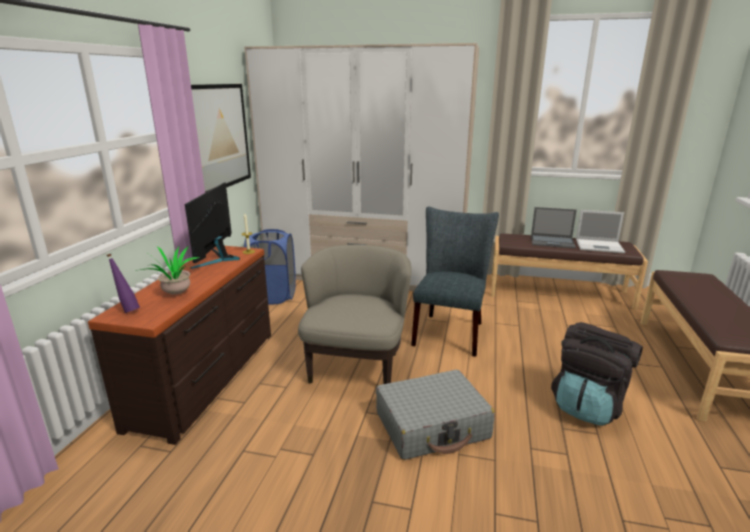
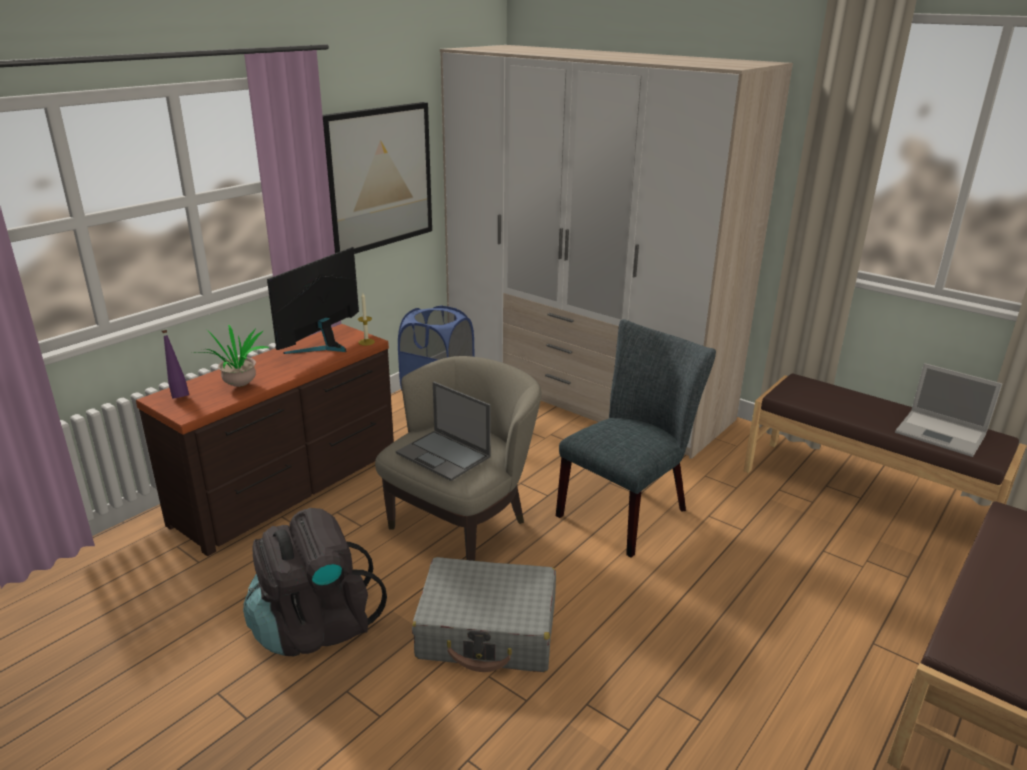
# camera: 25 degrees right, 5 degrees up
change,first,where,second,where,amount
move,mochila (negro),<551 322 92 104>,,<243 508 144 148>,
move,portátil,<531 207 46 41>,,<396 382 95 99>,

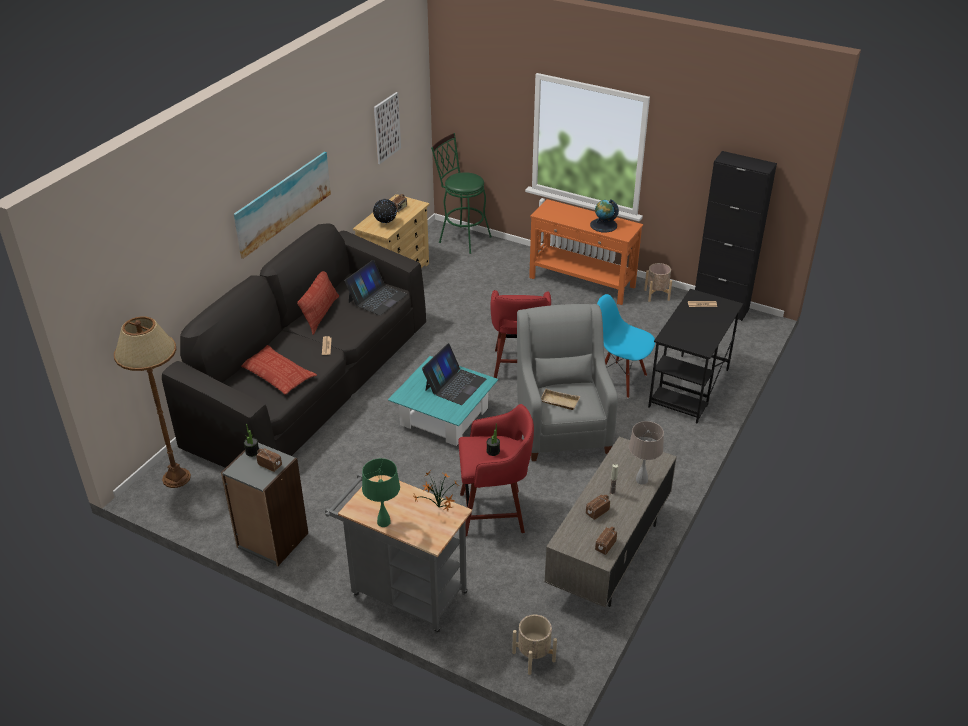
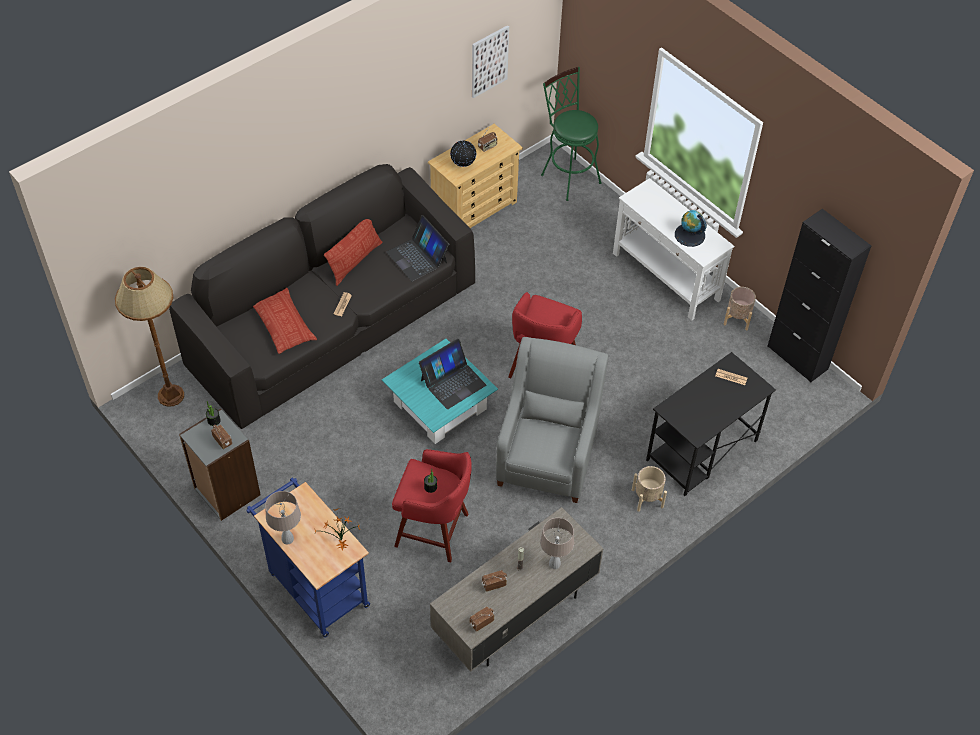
# camera: 20 degrees right, 15 degrees up
change,first,where,second,where,amount
recolor,carrito (gris),<325 474 147 160>,carrito (azul),<246 478 124 160>,
recolor,lámpara de mesa (verde),<362 458 38 69>,lámpara de mesa (beis),<265 491 36 53>,
rotate,portátil,<344 260 63 55>,,<386 215 63 66>,90 degrees clockwise
recolor,mesa consola (naranja),<529 199 114 106>,mesa consola (blanco),<613 178 121 142>,
move,maceta (beis),<512 615 45 60>,,<632 466 35 46>,
delete,cuadro,<234 152 97 107>,,,
delete,bandeja (beis),<541 389 39 21>,,,
delete,silla (azul),<597 294 58 104>,,,

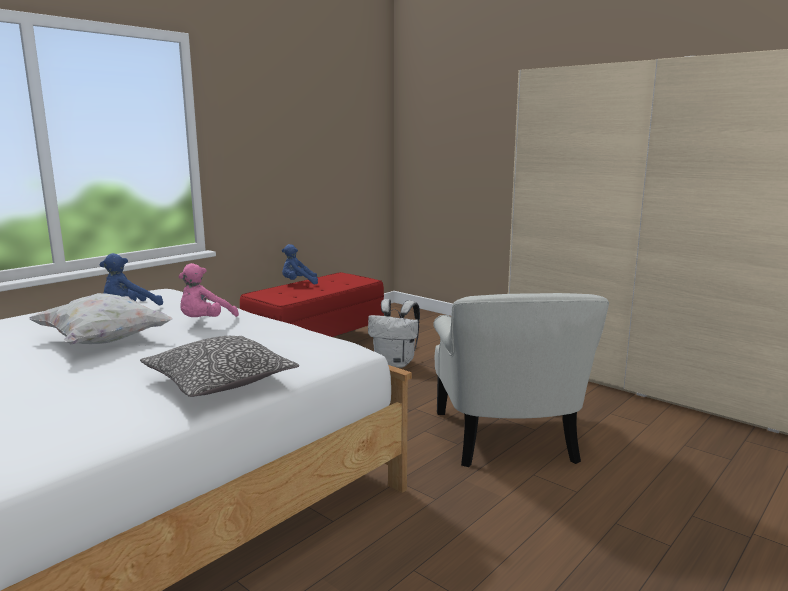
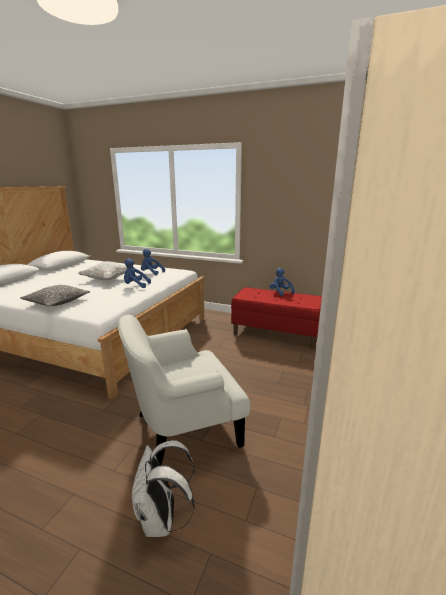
# camera: 70 degrees right, 5 degrees up
change,first,where,second,where,amount
recolor,peluche (rosa),<178 263 61 54>,peluche (azul),<124 258 27 30>,
move,mochila (blanco),<368 299 52 69>,,<132 440 63 97>,

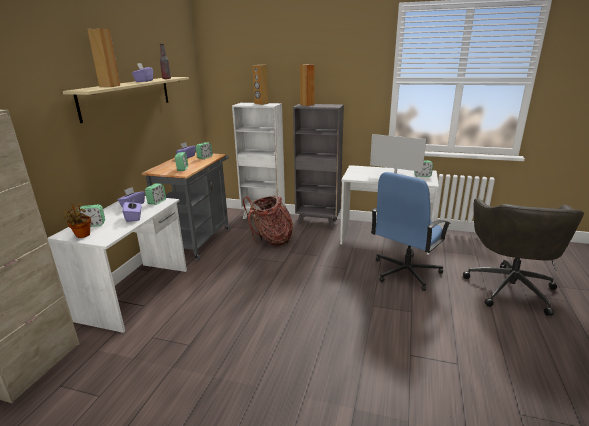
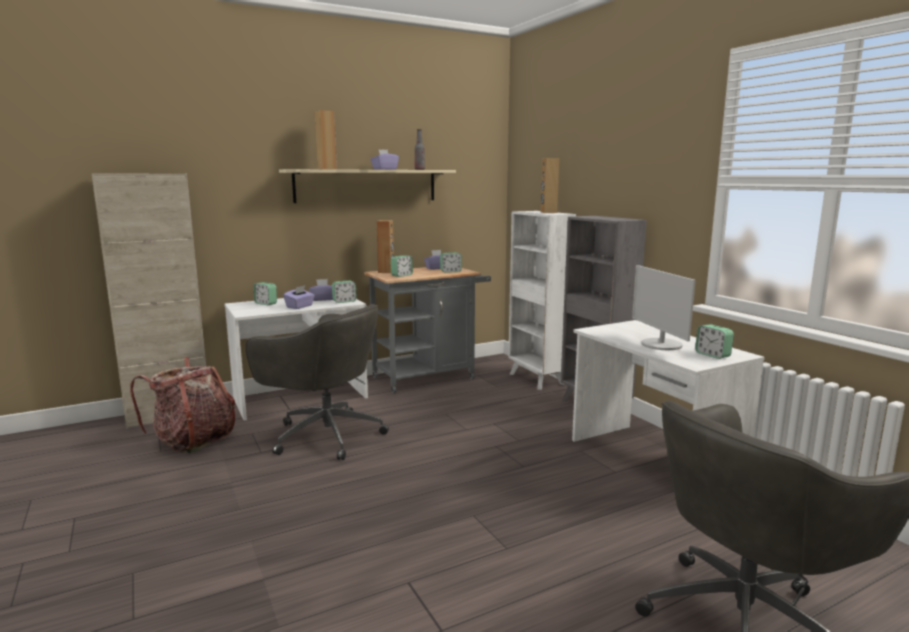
# camera: 45 degrees right, 10 degrees down
change,first,where,second,where,amount
move,mochila,<243 195 50 51>,,<130 357 105 96>,
insert,,,silla de oficina (gris),<245 304 144 156>,
move,altavoz (marrón),<300 64 14 42>,,<377 220 17 53>,
delete,planta en maceta,<63 203 28 35>,,,
delete,silla de oficina (azul),<371 172 80 119>,,,

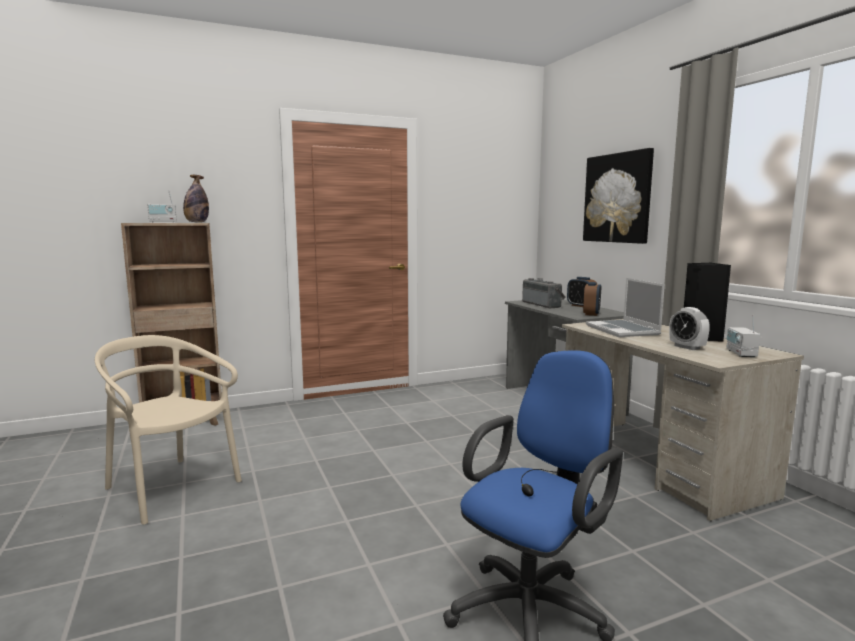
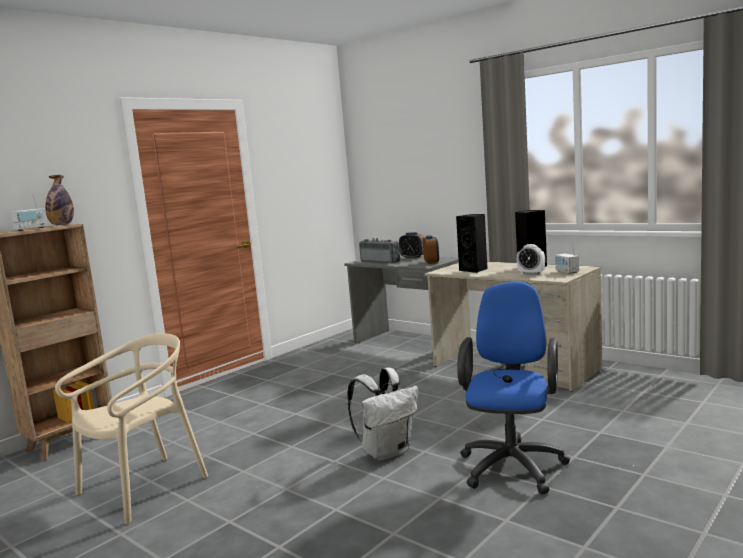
# camera: 25 degrees left, 0 degrees up
change,first,where,second,where,amount
rotate,silla (beis),<95 335 147 190>,,<55 333 153 191>,120 degrees clockwise
insert,,,mochila (blanco),<347 367 71 94>,
replace,portátil,<586 278 79 59>,altavoz (negro),<456 214 32 59>,
delete,cuadro,<583 148 71 96>,,,

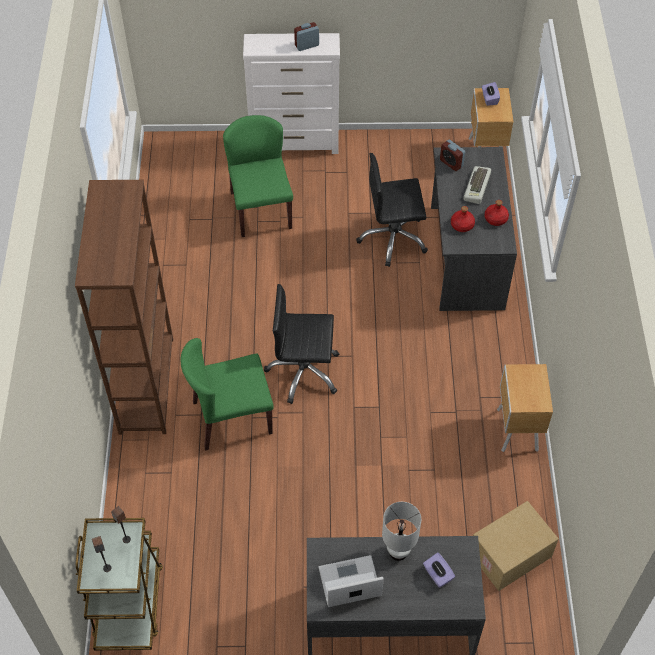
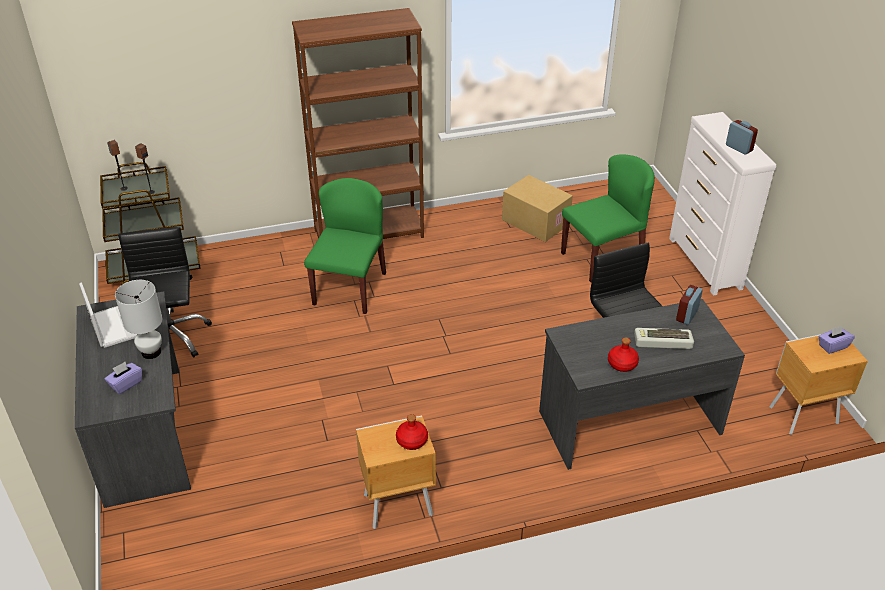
# camera: 75 degrees right, 15 degrees down
change,first,where,second,where,amount
move,silla de oficina (negro),<264 284 75 120>,,<118 227 94 130>,
rotate,silla (verde),<181 338 93 113>,,<304 178 82 136>,45 degrees clockwise
move,botella (rojo),<451 206 24 26>,,<396 414 32 36>,
move,caja de cartón,<473 501 86 90>,,<502 175 71 67>,

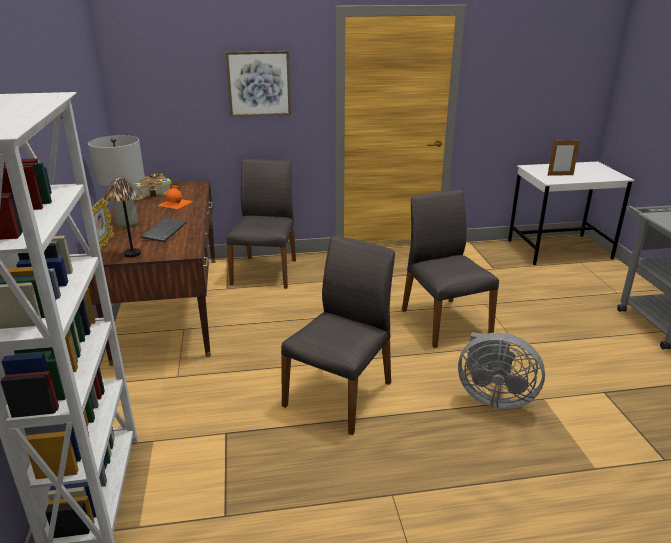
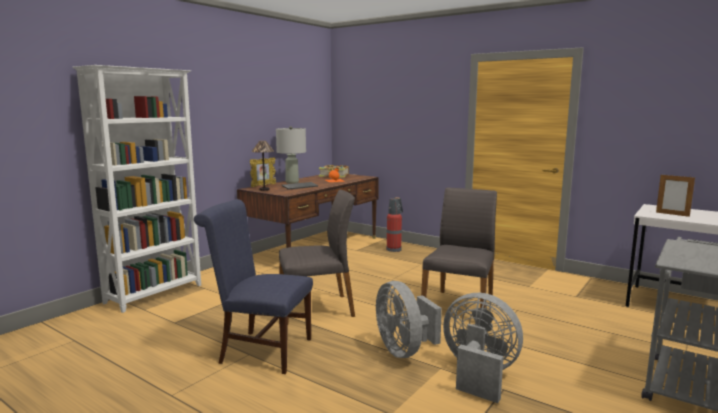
# camera: 45 degrees right, 15 degrees down
change,first,where,second,where,amount
insert,,,silla (azul),<194 199 119 175>,
replace,silla (gris),<226 159 70 129>,extintor,<386 197 17 55>,
insert,,,ventilador (gris),<443 293 80 110>,
delete,cuadro,<225 51 66 66>,,,

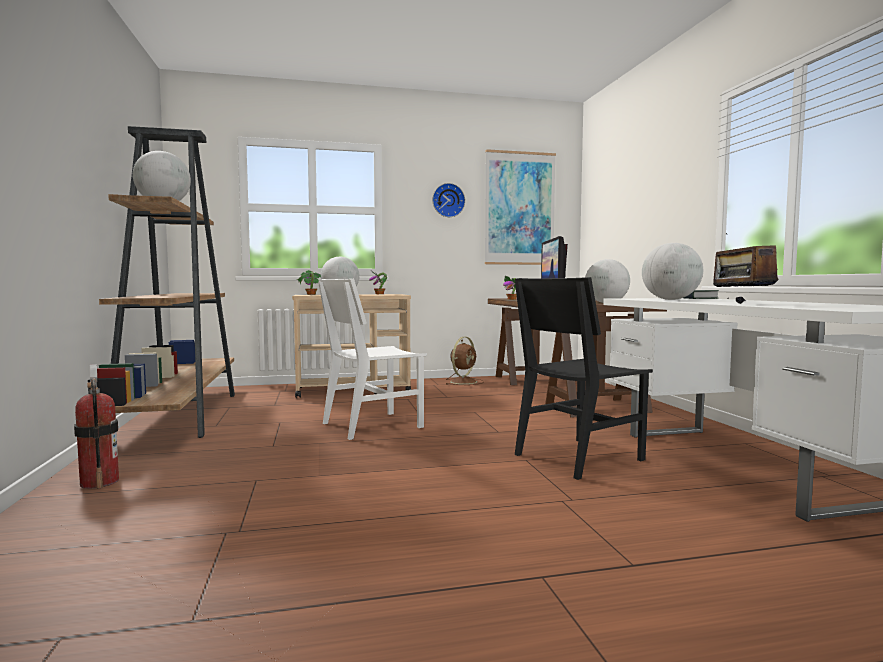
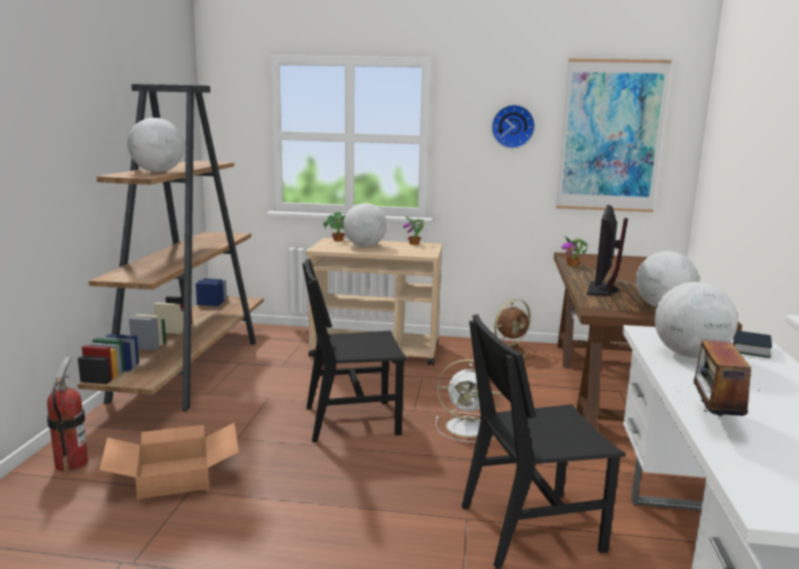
# camera: 20 degrees right, 10 degrees up
change,first,where,second,where,amount
insert,,,caja de cartón,<100 423 139 76>,
recolor,silla (blanco),<318 279 109 161>,silla (negro),<302 259 105 183>,
insert,,,ventilador (blanco),<436 359 65 83>,

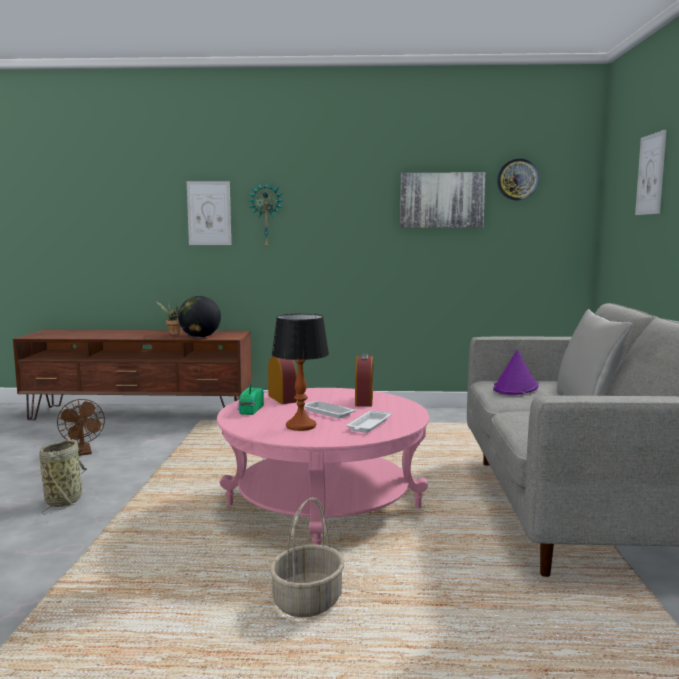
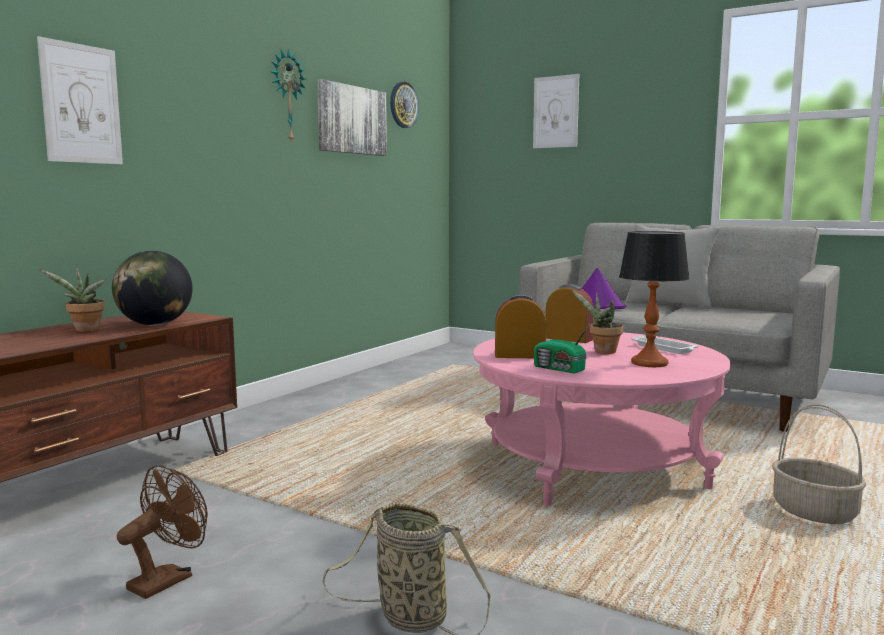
# camera: 60 degrees left, 0 degrees up
change,first,where,second,where,amount
rotate,ventilador (marrón),<57 399 48 57>,,<117 465 91 134>,60 degrees counterclockwise
move,reloj de pared,<248 182 36 67>,,<271 49 35 94>,
replace,bandeja (blanco),<304 401 52 18>,planta en maceta,<572 290 51 64>,

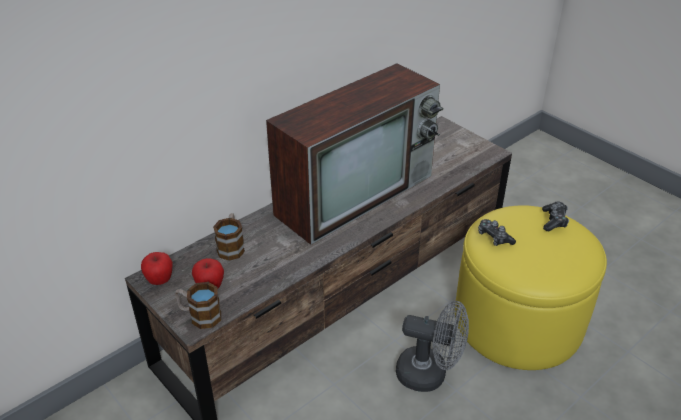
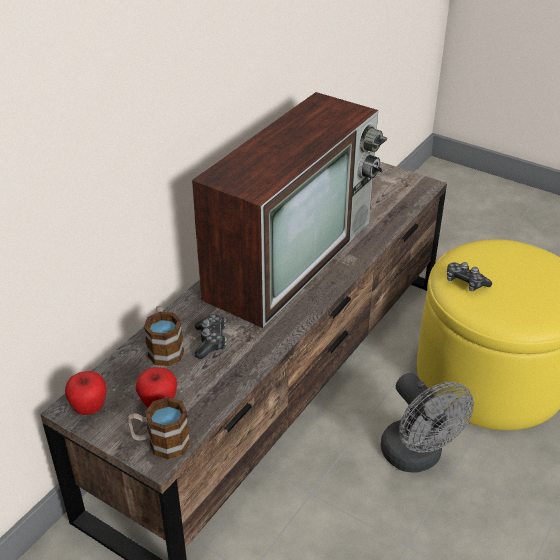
# camera: 15 degrees left, 0 degrees up
change,first,where,second,where,amount
move,mando de consola,<542 202 27 29>,,<195 314 32 45>,
rotate,ventilador (gris),<396 301 73 91>,,<380 373 94 99>,60 degrees clockwise

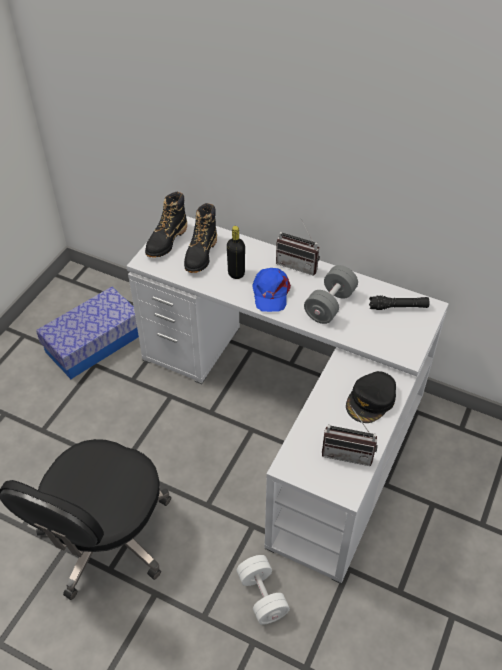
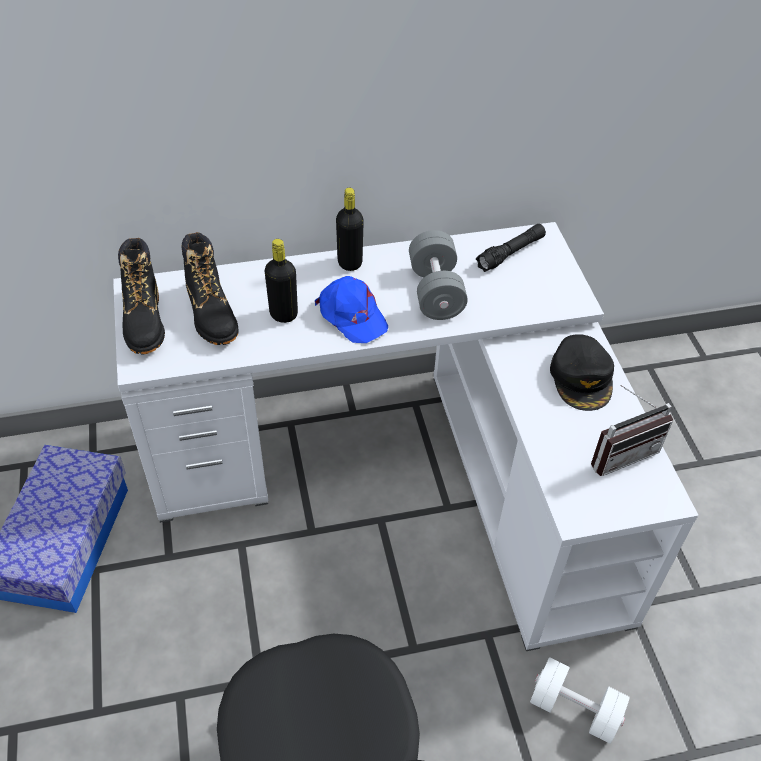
# camera: 40 degrees left, 0 degrees up
change,first,where,second,where,amount
replace,radio,<276 219 44 56>,botella (negro),<336 188 28 83>,

